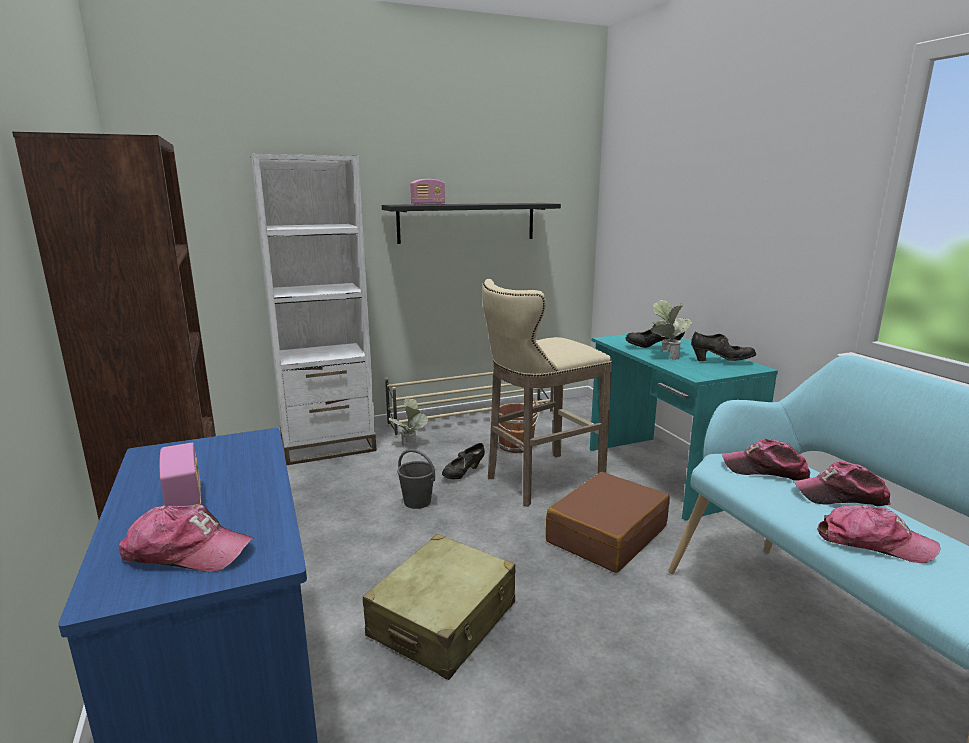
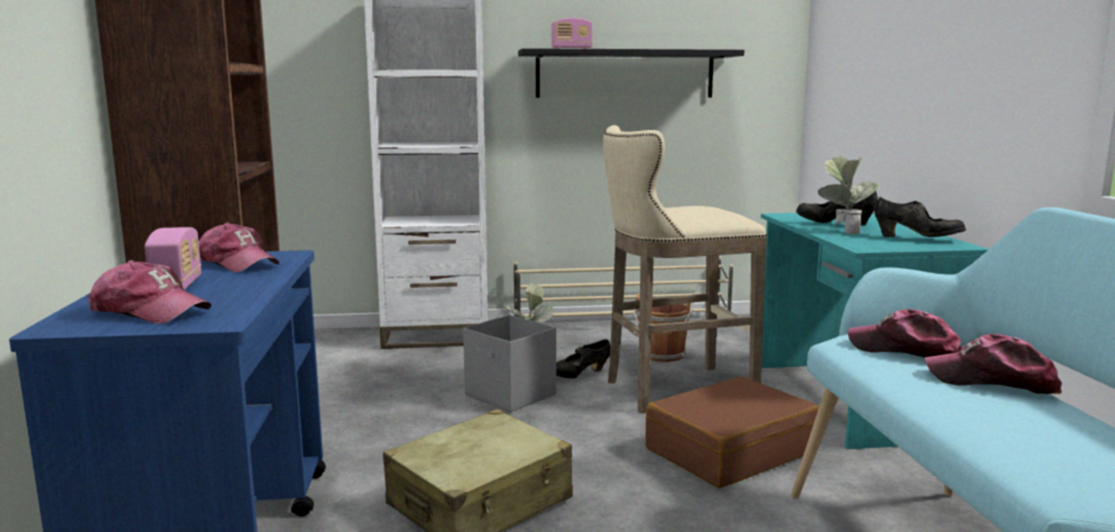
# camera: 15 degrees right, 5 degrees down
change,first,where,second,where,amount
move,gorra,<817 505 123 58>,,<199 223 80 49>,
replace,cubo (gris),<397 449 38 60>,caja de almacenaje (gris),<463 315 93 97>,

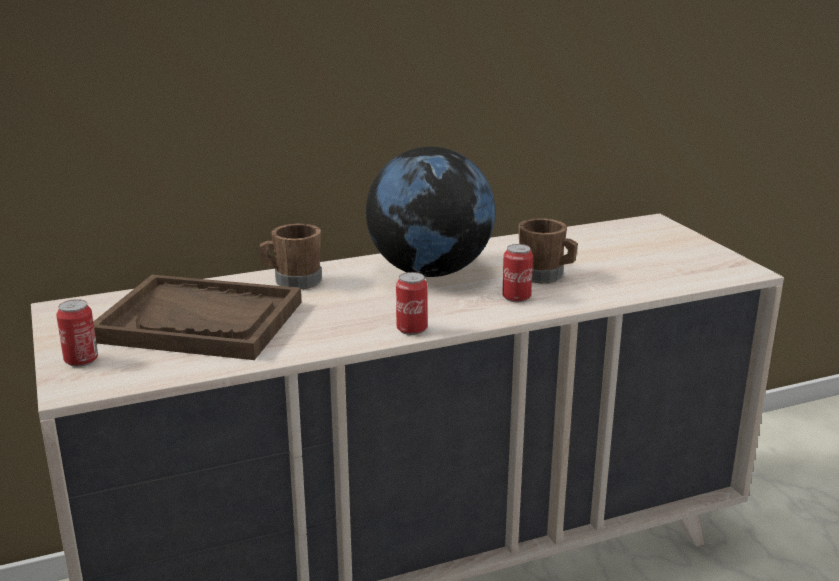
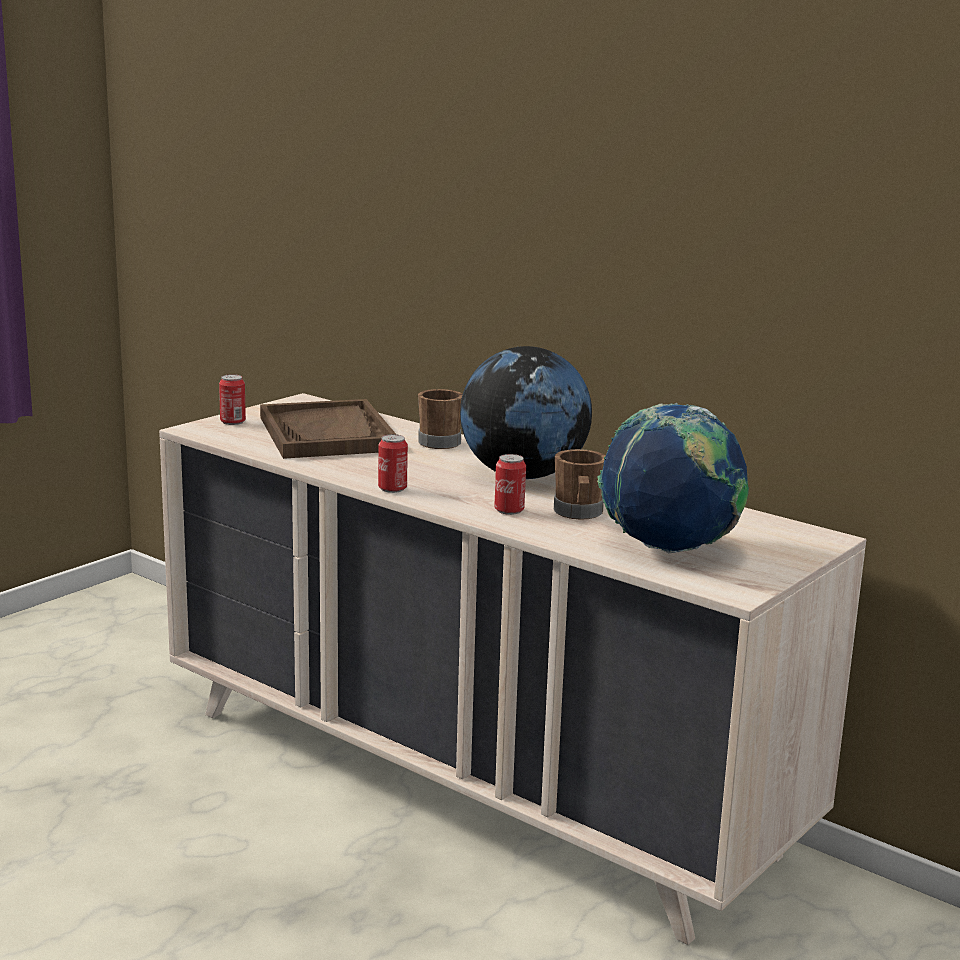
# camera: 60 degrees right, 5 degrees down
change,first,where,second,where,amount
insert,,,globo terráqueo,<597 403 152 151>,

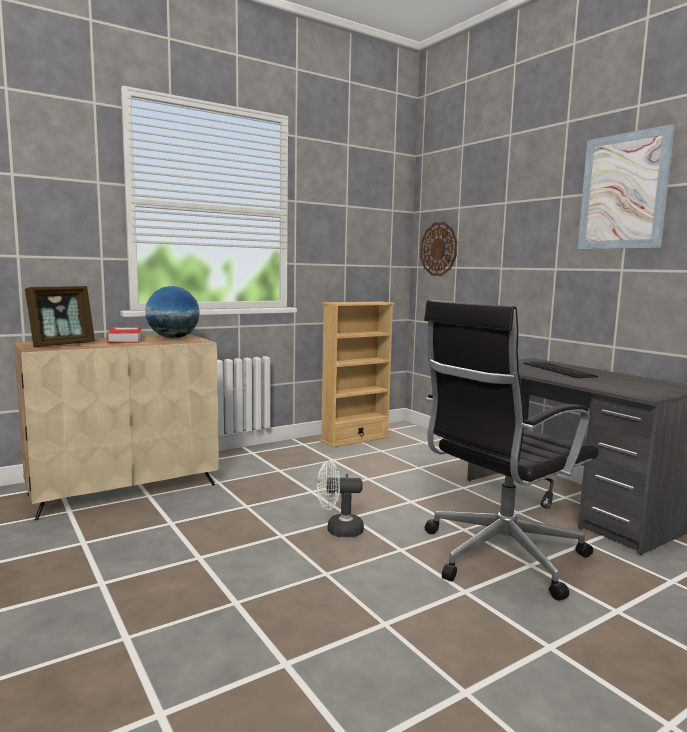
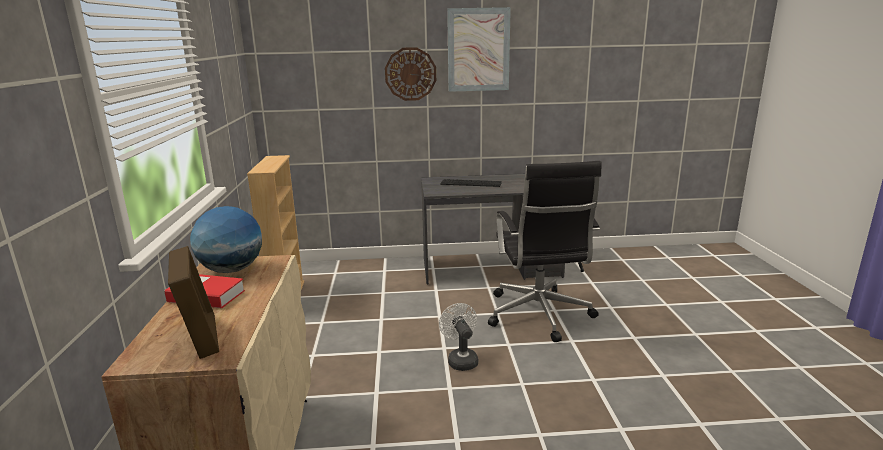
# camera: 60 degrees left, 10 degrees up
change,first,where,second,where,amount
move,reloj de pared,<420 222 37 54>,,<385 47 51 54>,
rotate,ventilador (blanco),<317 461 47 76>,,<439 303 39 68>,135 degrees clockwise

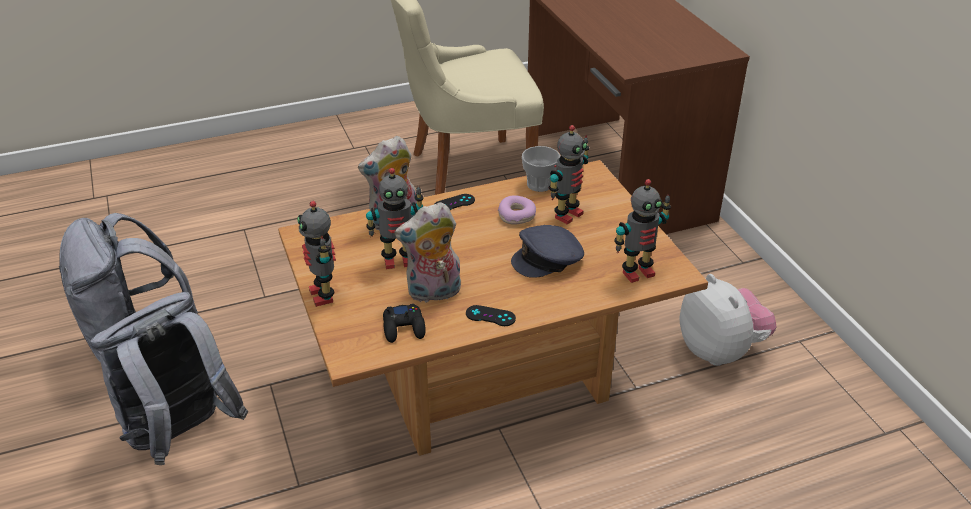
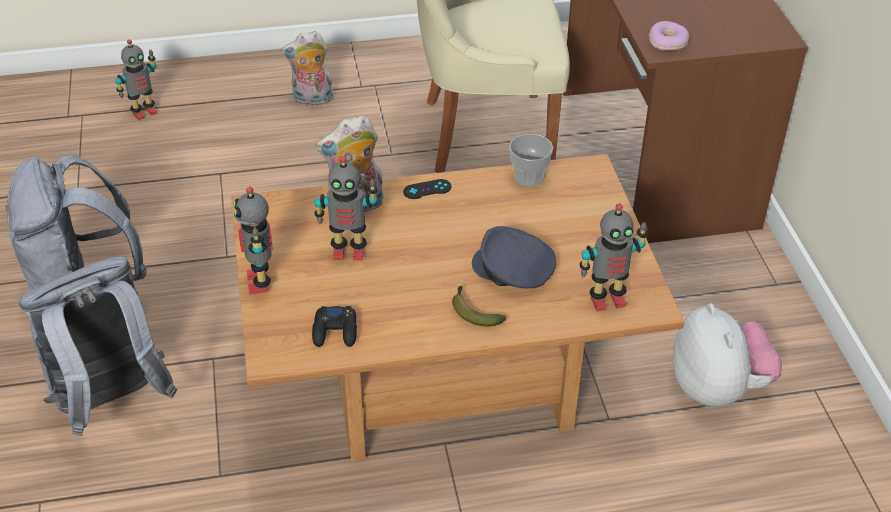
# camera: 10 degrees right, 5 degrees up
change,first,where,second,where,amount
move,robot de juguete,<548 125 41 99>,,<115 39 43 82>,
move,peluche,<394 202 67 101>,,<281 31 53 74>,
insert,,,plátano,<452 286 54 40>,
rotate,gorra (gris),<511 225 73 53>,,<472 226 84 62>,45 degrees clockwise
move,rosquilla,<498 195 38 29>,,<648 21 41 30>,
delete,mando de consola (negro),<466 305 50 21>,,,

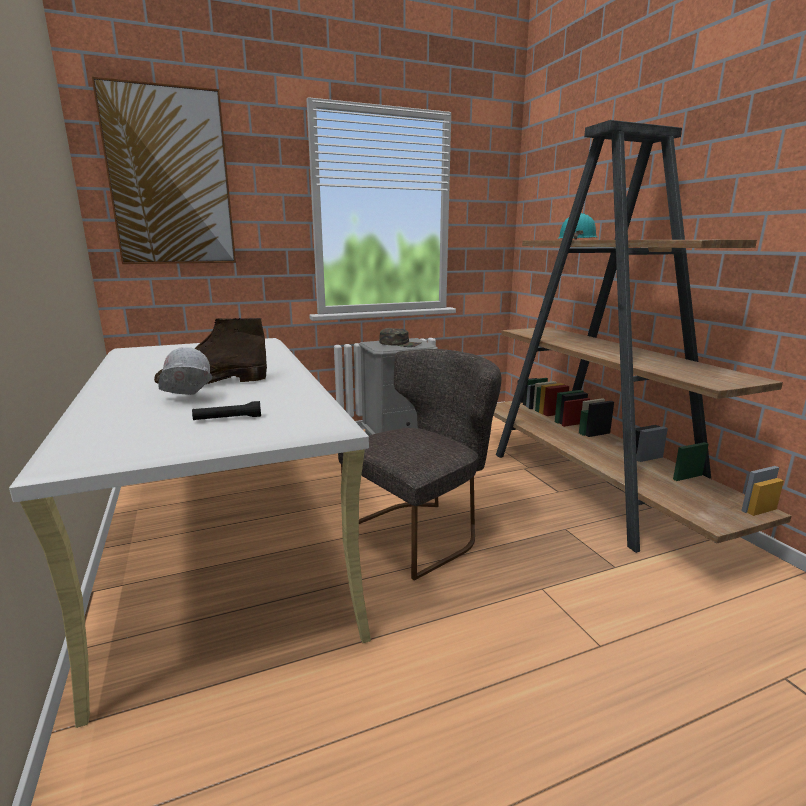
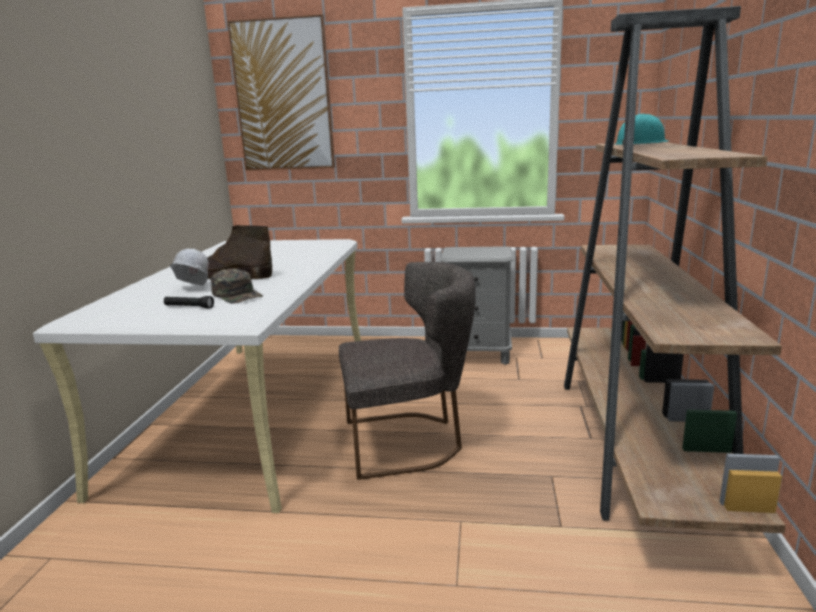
# camera: 30 degrees right, 0 degrees up
change,first,where,second,where,amount
move,gorra (verde),<379 328 42 19>,,<211 268 52 35>,

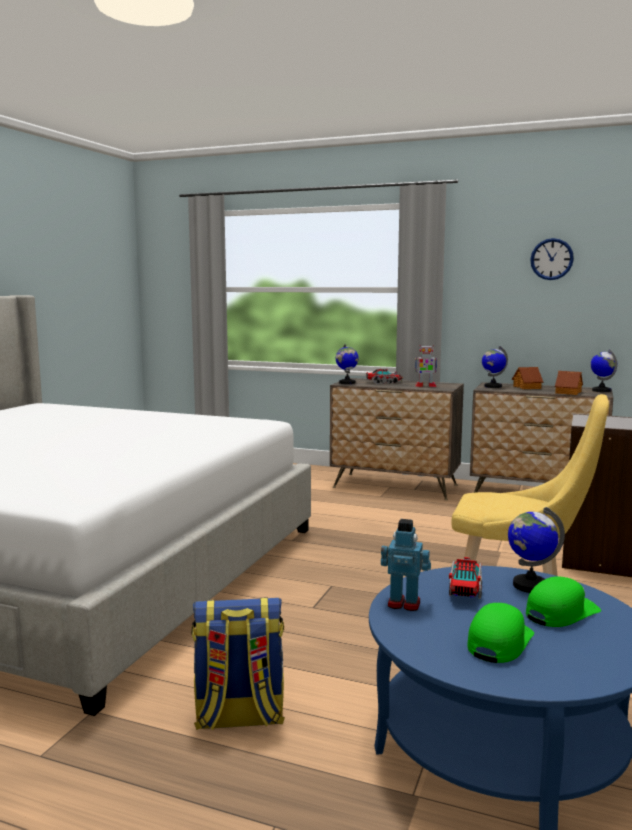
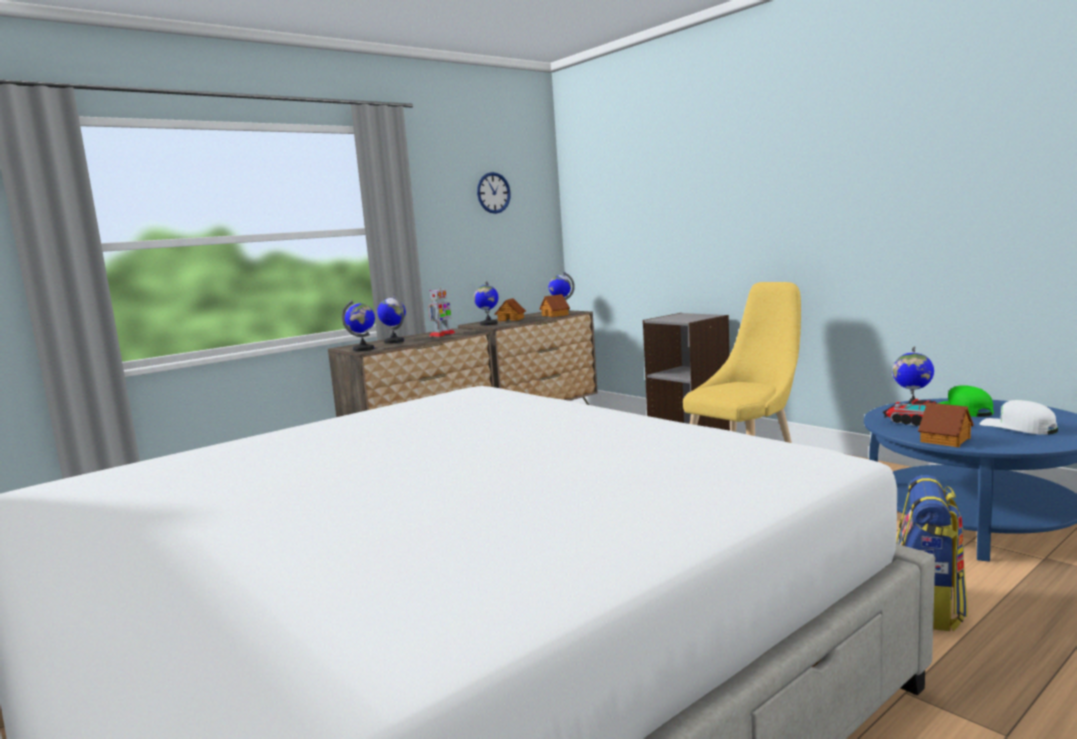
# camera: 60 degrees left, 0 degrees up
change,first,where,second,where,amount
replace,camión de juguete,<366 369 37 15>,globo terráqueo,<377 294 29 50>,
replace,robot de juguete,<381 519 50 92>,casita,<918 402 56 45>,
recolor,gorra (verde),<467 603 67 60>,gorra (blanco),<979 400 79 35>,

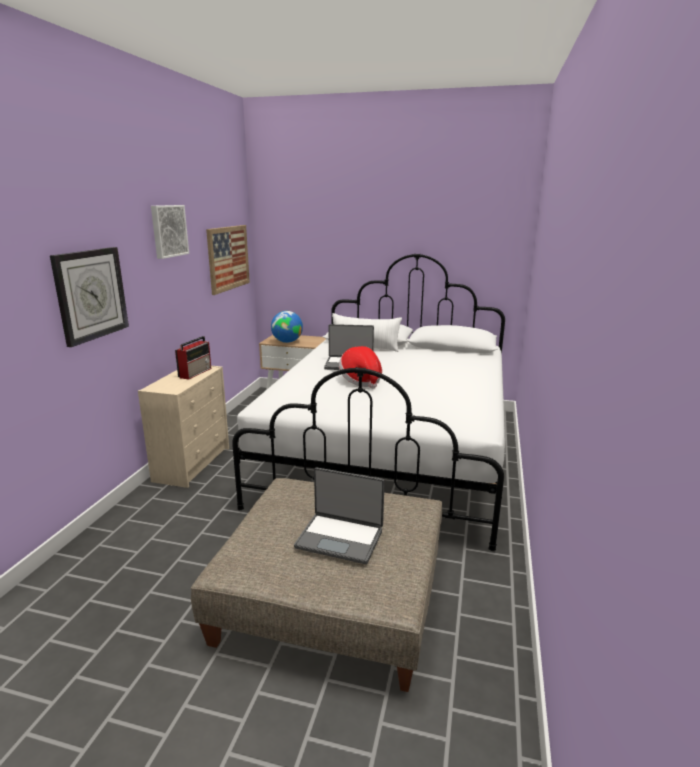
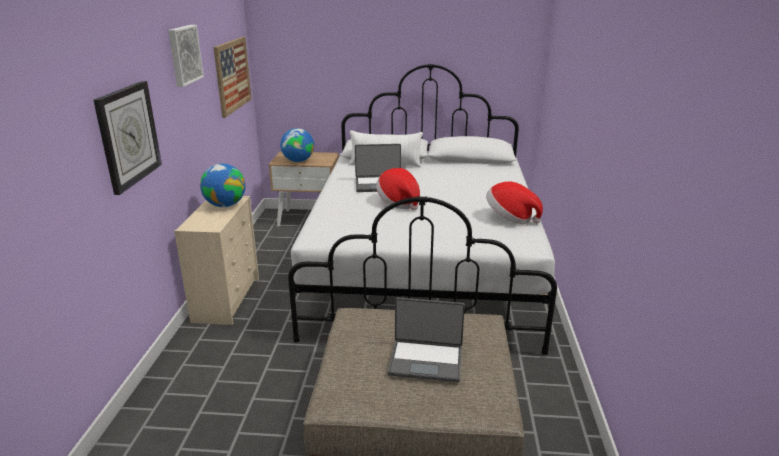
# camera: 10 degrees left, 5 degrees up
change,first,where,second,where,amount
replace,radio,<175 336 36 44>,globo terráqueo,<200 164 46 43>,
insert,,,sombrero,<486 181 57 43>,

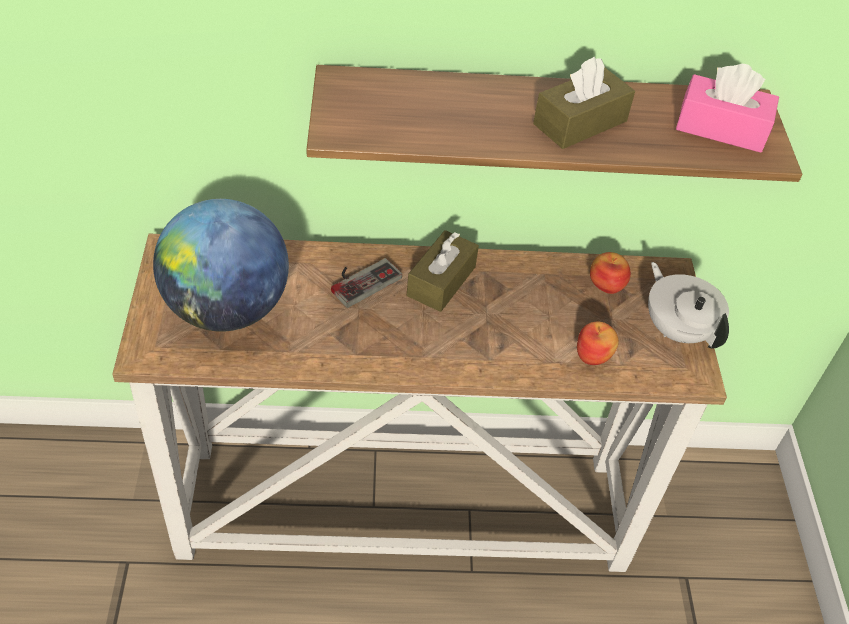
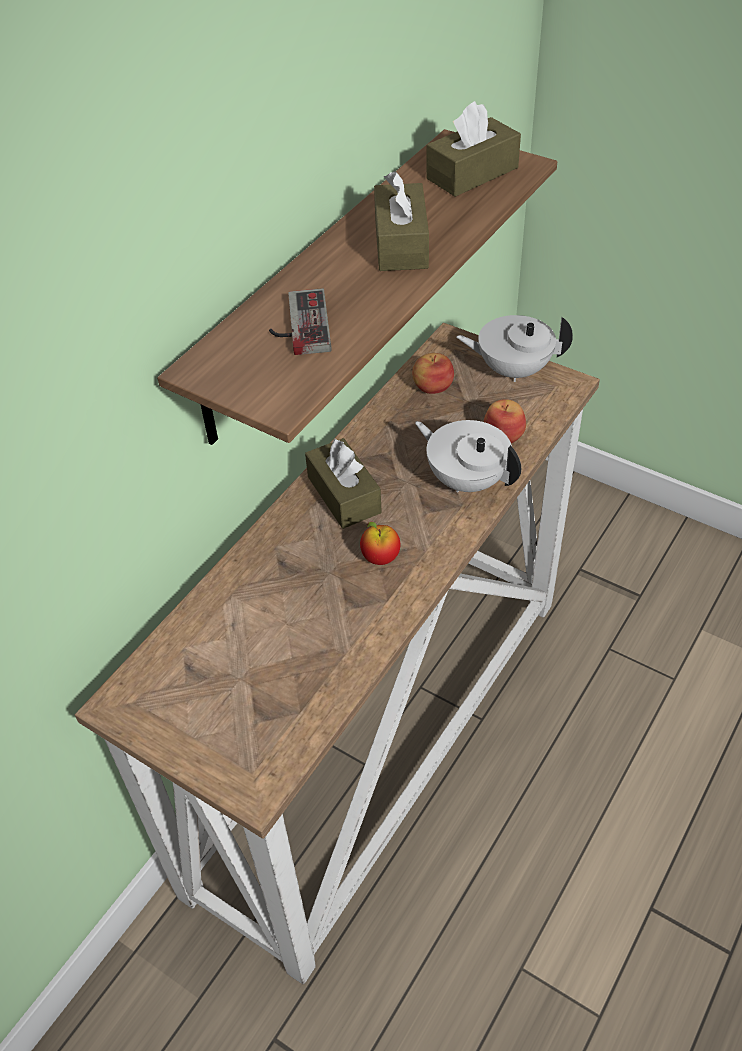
# camera: 50 degrees left, 0 degrees up
change,first,where,second,where,amount
move,mando de consola,<331 258 71 50>,,<269 288 62 67>,
insert,,,manzana,<360 522 40 43>,
insert,,,tetera (blanco),<415 420 106 72>,
recolor,caja de pañuelos (rosa),<676 64 103 89>,caja de pañuelos (marrón),<426 101 95 96>,
delete,globo terráqueo,<153 199 136 133>,,,

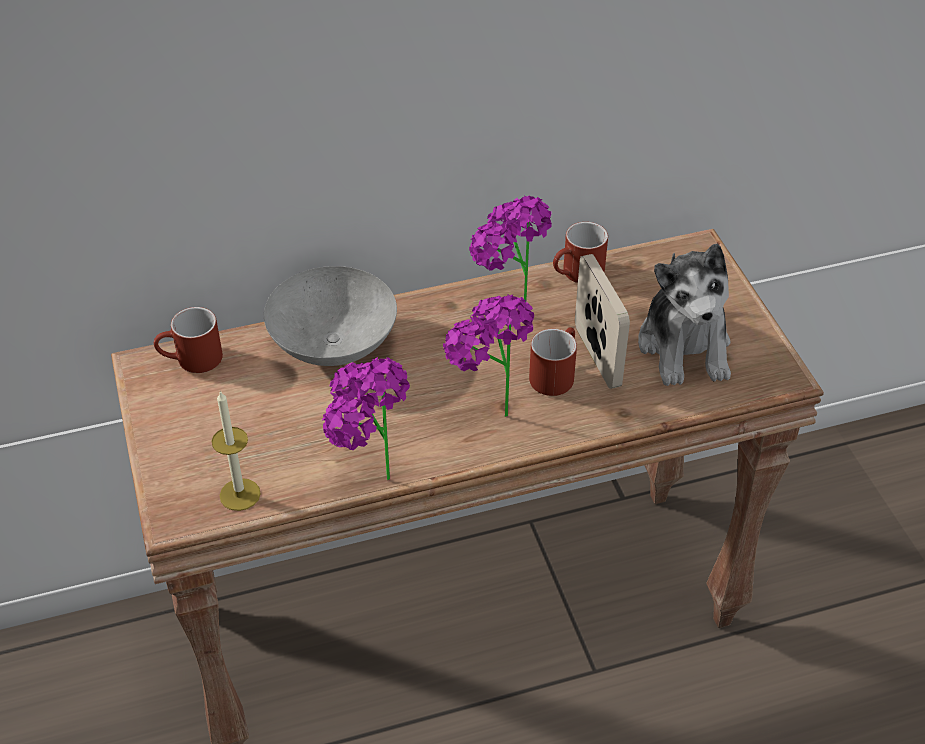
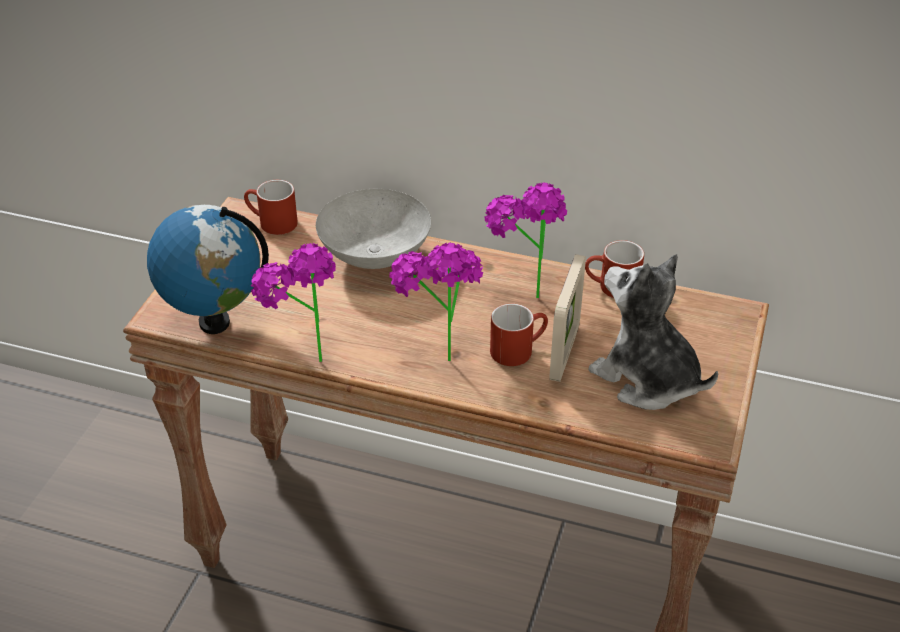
# camera: 35 degrees right, 5 degrees down
change,first,where,second,where,amount
replace,vela,<212 391 49 120>,globo terráqueo,<147 205 122 129>,
rotate,peluche,<638 244 93 142>,,<589 254 129 156>,105 degrees clockwise

